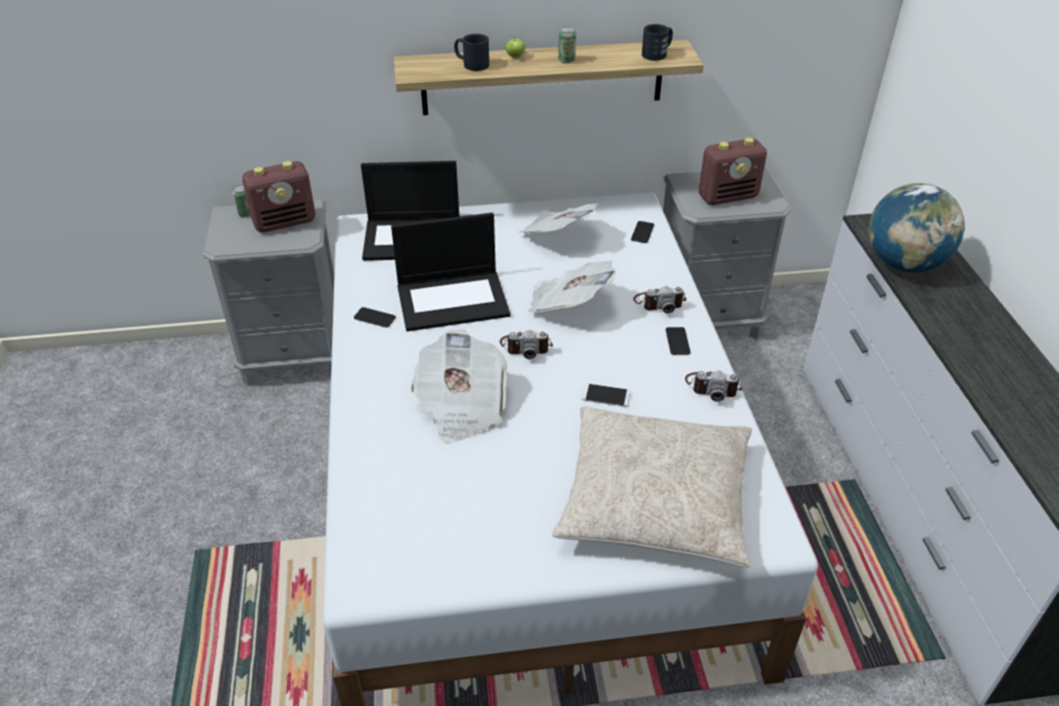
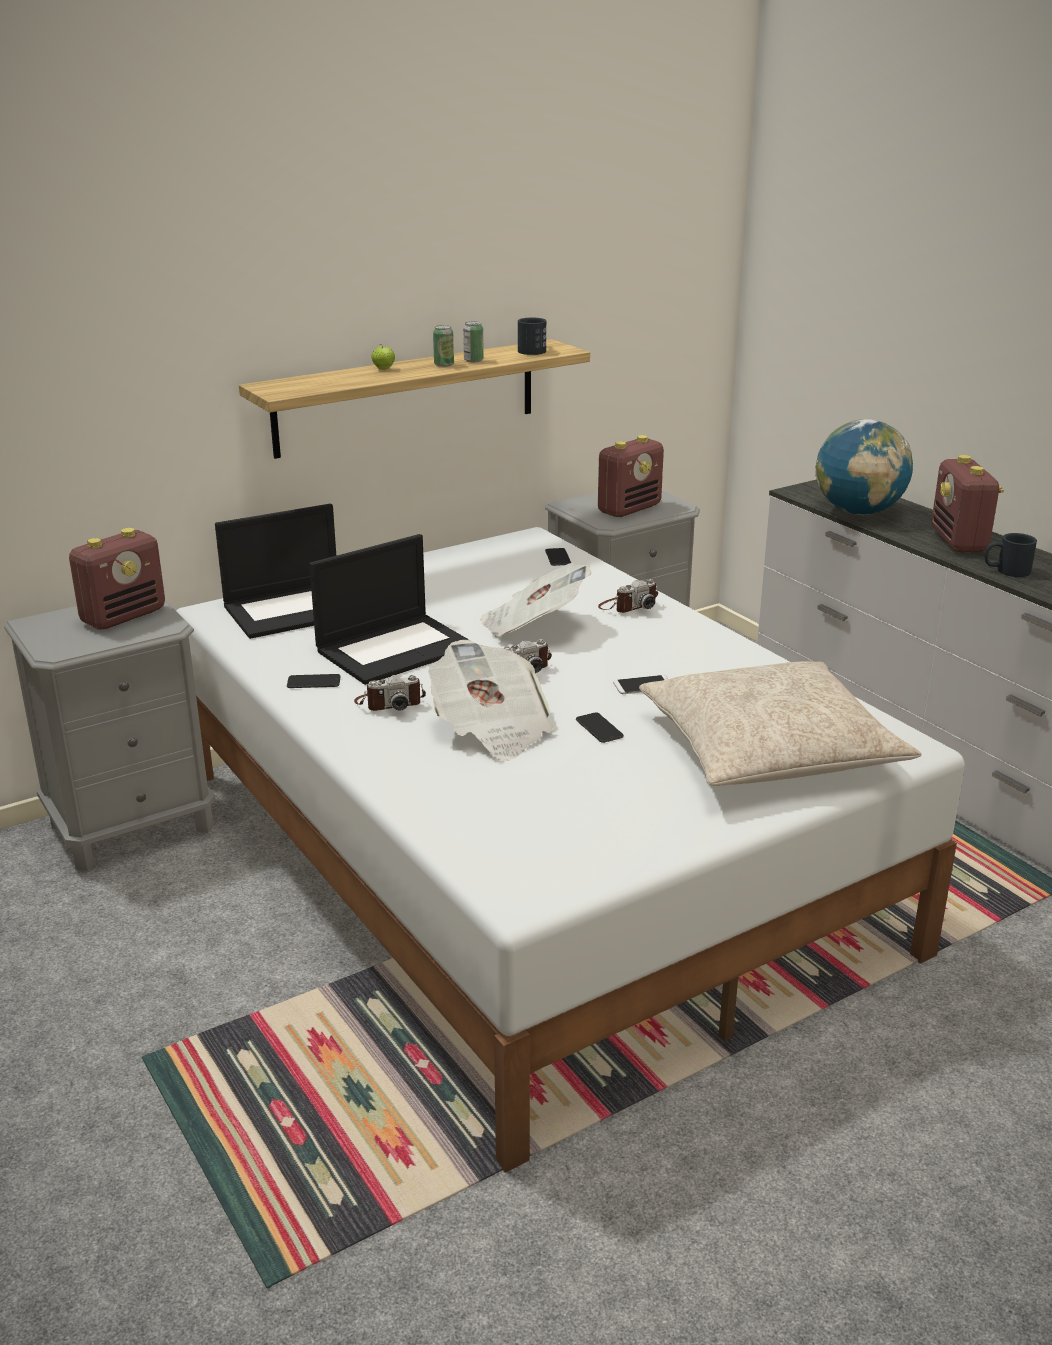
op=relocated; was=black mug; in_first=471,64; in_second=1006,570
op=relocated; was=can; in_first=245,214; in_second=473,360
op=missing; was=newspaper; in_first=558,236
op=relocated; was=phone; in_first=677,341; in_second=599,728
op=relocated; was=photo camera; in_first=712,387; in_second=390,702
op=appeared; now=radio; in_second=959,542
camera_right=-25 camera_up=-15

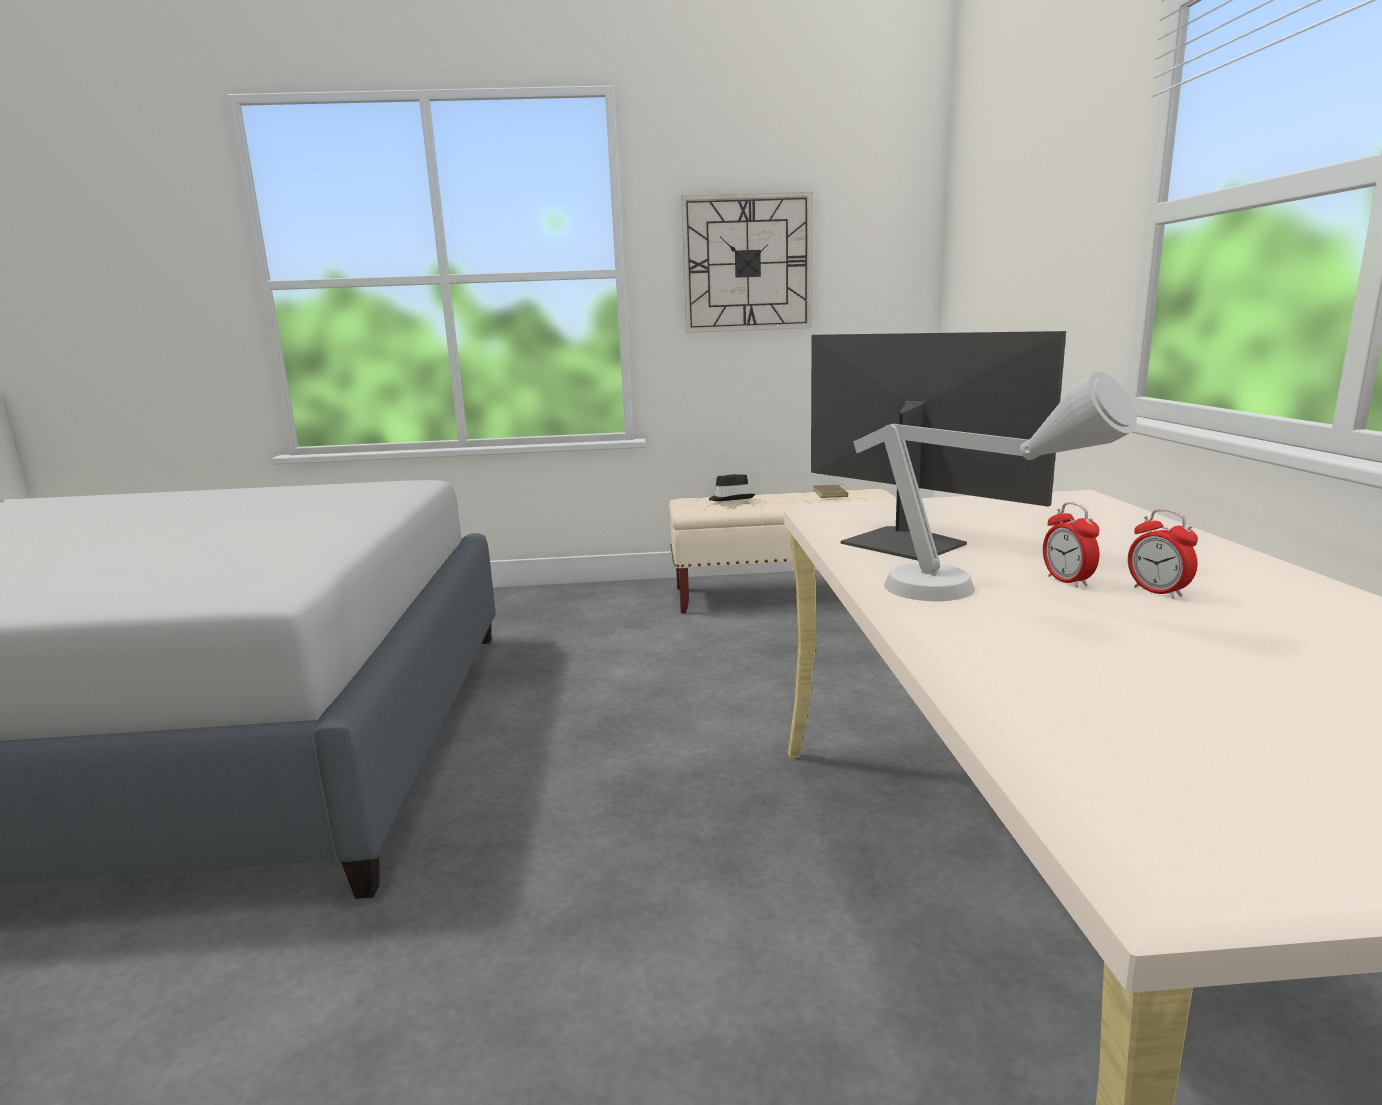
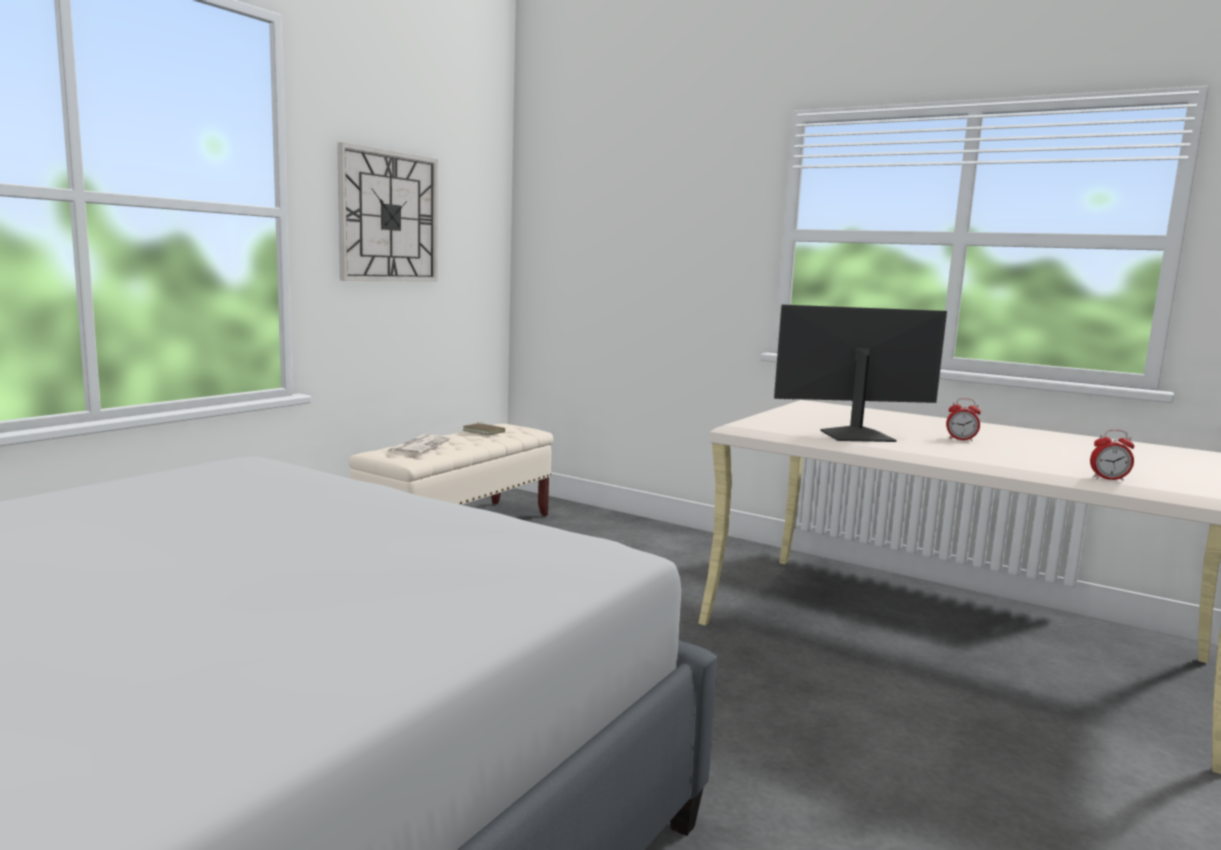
op=missing; was=grey table lamp; in_first=967,598
op=exchanged; was=black hat; now=newspaper; in_first=731,499; in_second=418,446
op=relocated; was=alarm clock; in_first=1158,592; in_second=1108,479
camera_right=-55 camera_up=-5

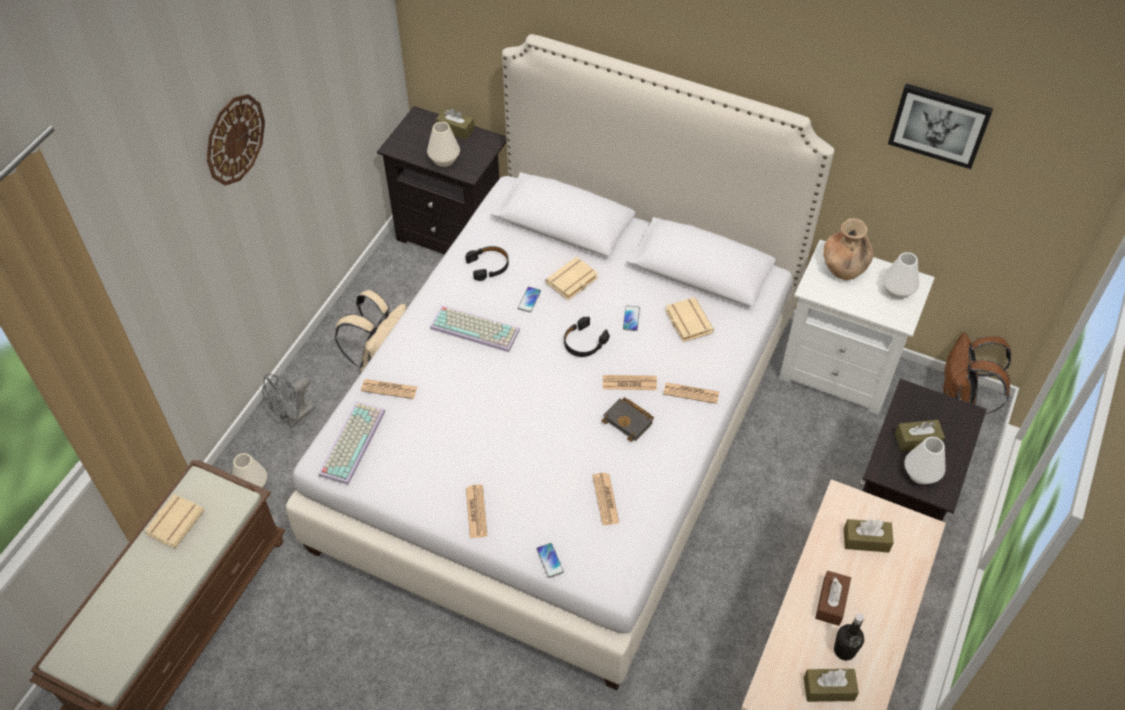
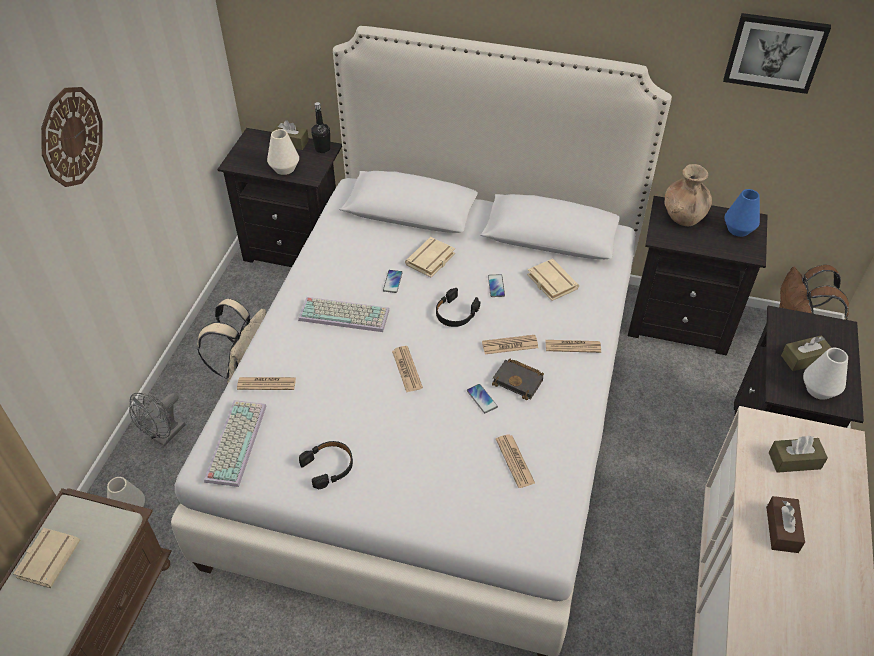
op=colour; was=white nightstand; now=black nightstand; in_first=839,371; in_second=680,322
op=relocated; was=black headphones; in_first=488,266; in_second=328,466
op=colour; was=white vase; now=blue vase; in_first=897,290; in_second=738,229
op=relocated; was=newspaper; in_first=476,511; in_second=407,369
op=relocated; was=phone; in_first=550,560; in_second=482,399
op=relocated; was=black bottle; in_first=844,650; in_second=322,149
op=missing; was=brown tissue box; in_first=828,689
camera_right=-10 camera_up=-5

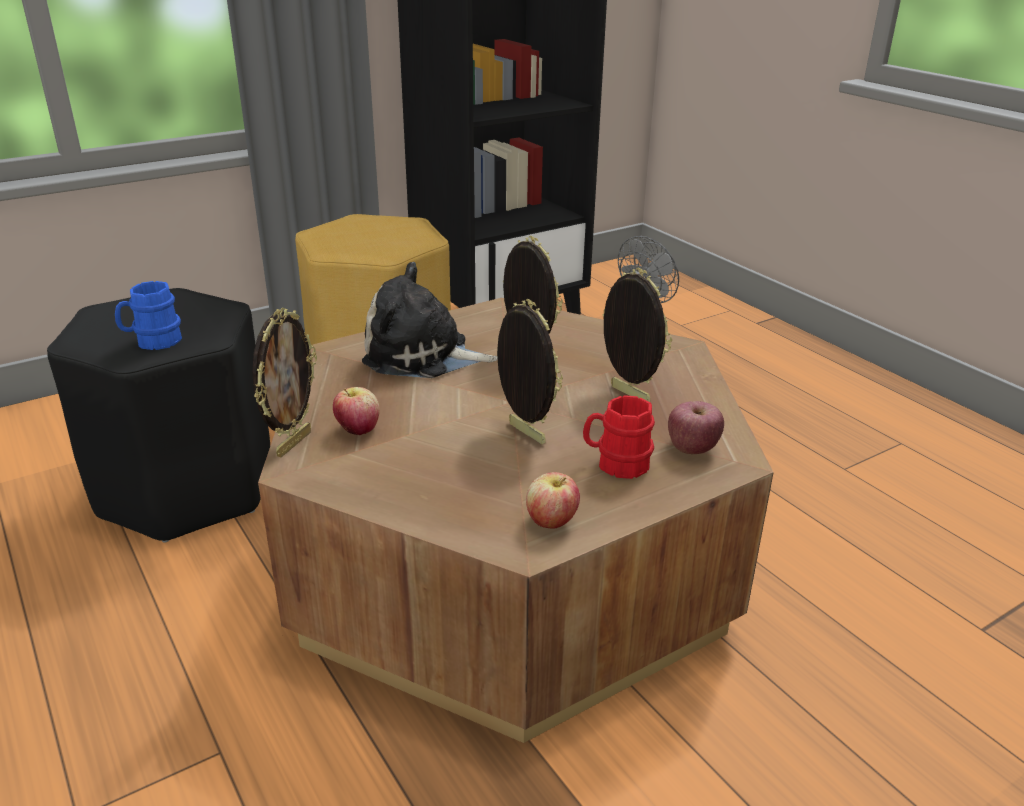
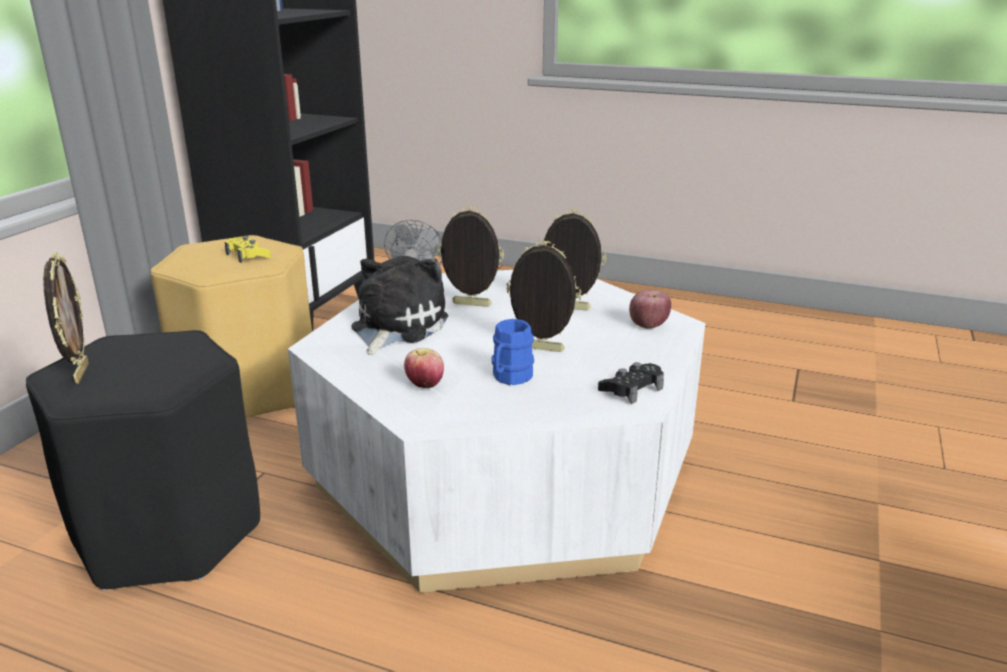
op=spun; was=plush toy; in_first=422,356; in_second=395,327; clockwise=135
op=relocated; was=blue mug; in_first=153,341; in_second=509,378
op=colour; was=brown coffee table; now=white coffee table; in_first=509,561; in_second=502,474
op=relocated; was=picture frame; in_first=293,443; in_second=80,373
op=missing; was=red mug; in_first=616,463
op=exchanged; was=apple; now=black game controller; in_first=551,521; in_second=631,389
op=appeared; now=yellow game controller; in_second=248,255
camera_right=-35 camera_up=-5

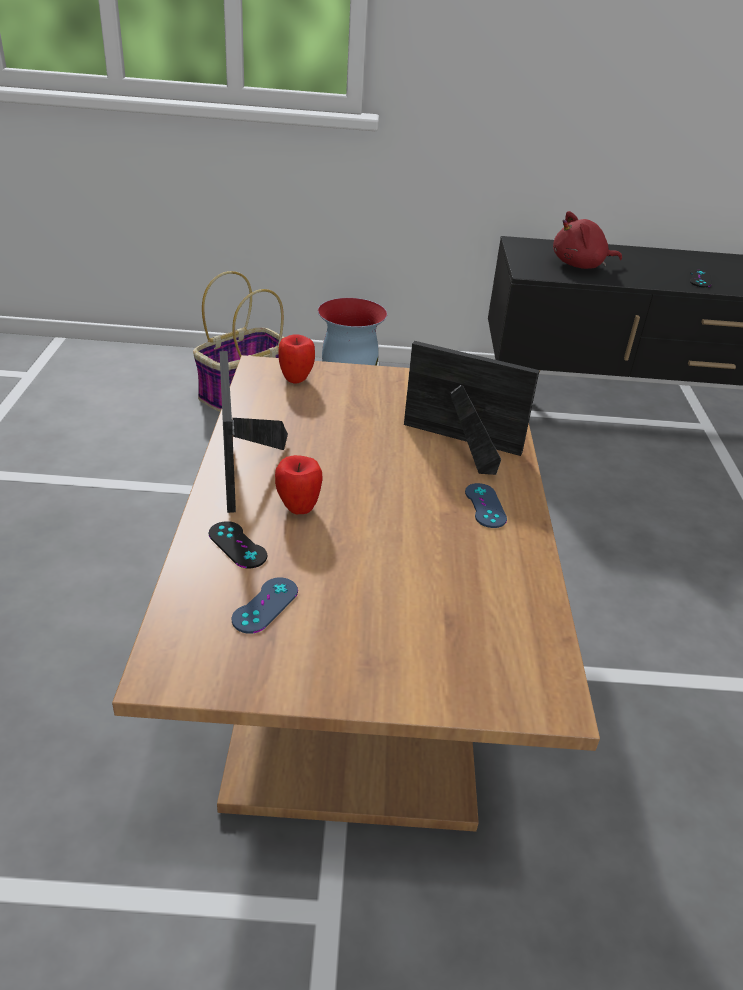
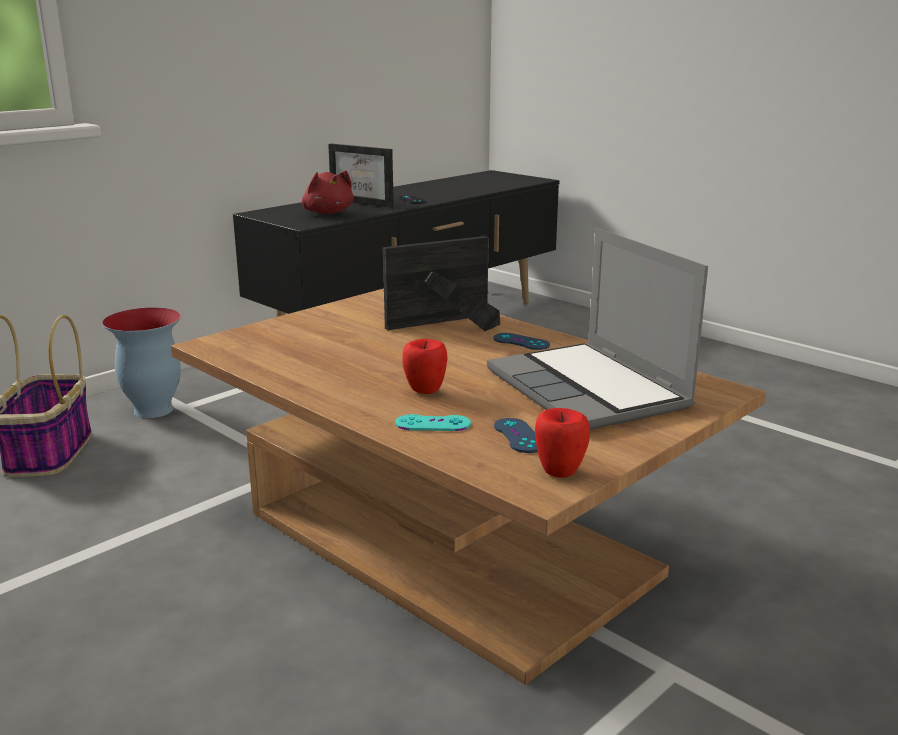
op=spun; was=red plush toy; in_first=580,265; in_second=327,213; clockwise=-60
op=relocated; was=apple; in_first=296,379; in_second=560,472
op=relocated; was=picture frame; in_first=243,473; in_second=367,202
op=colour; was=black game controller; now=turquoise game controller; in_first=237,545; in_second=433,423
op=appeared; now=laptop; in_second=590,390
camera_right=-45 camera_up=-15

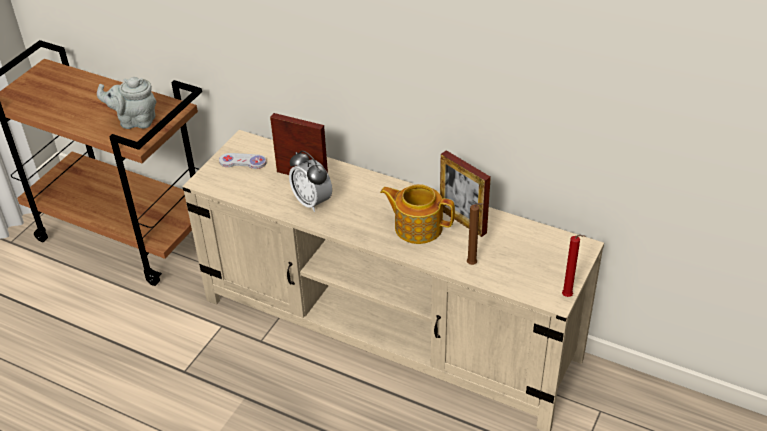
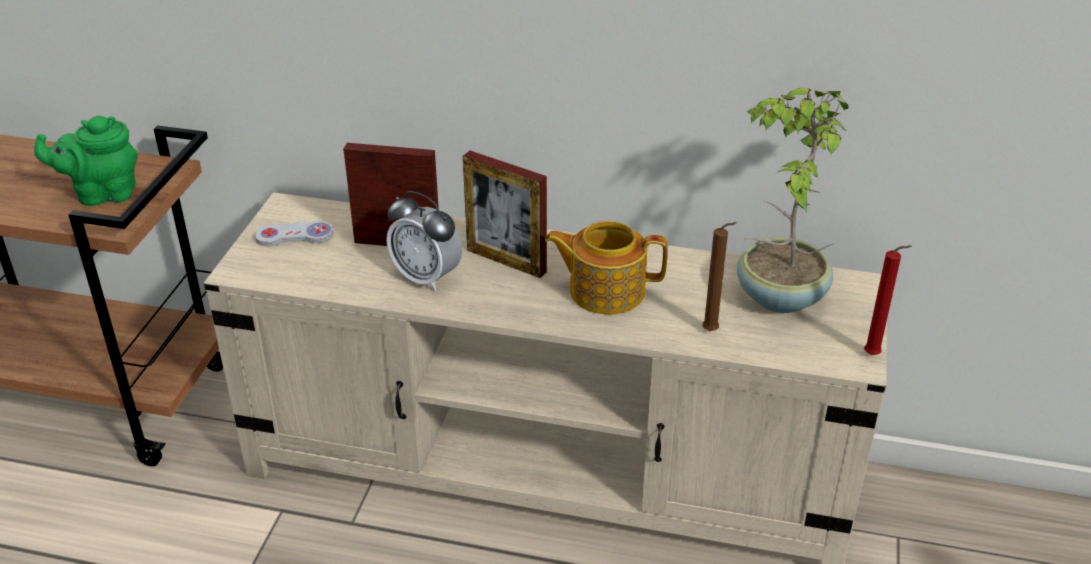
op=colour; was=grey teapot; now=green teapot; in_first=135,121; in_second=102,194
op=relocated; was=picture frame; in_first=462,221; in_second=506,261
op=appeared; now=potted plant; in_second=778,297
camera_right=-15 camera_up=-5

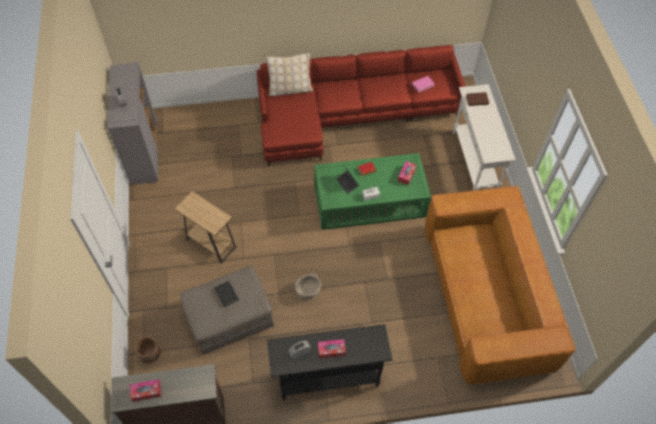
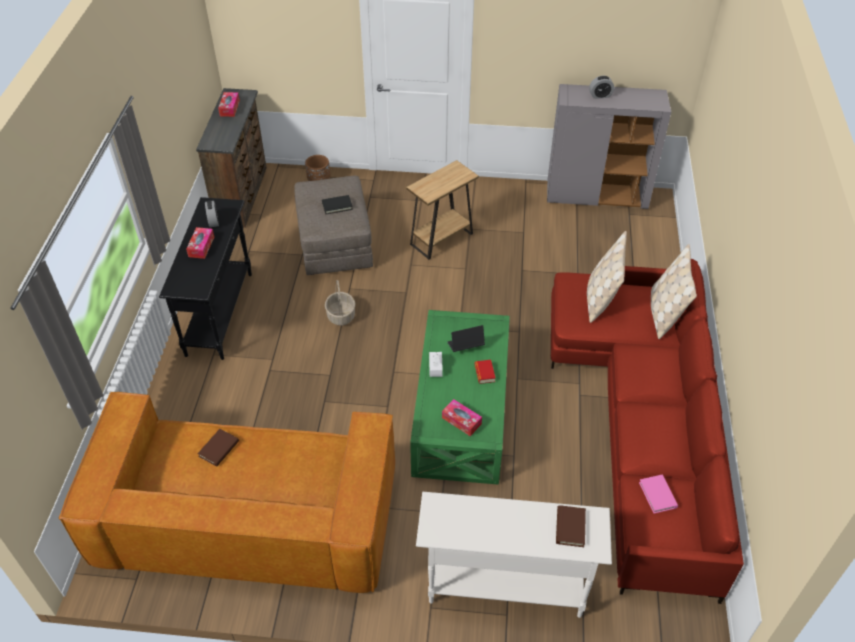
op=appeared; now=beige pillow; in_second=601,299
op=appeared; now=brown book; in_second=219,449
camera_right=105 camera_up=-10

